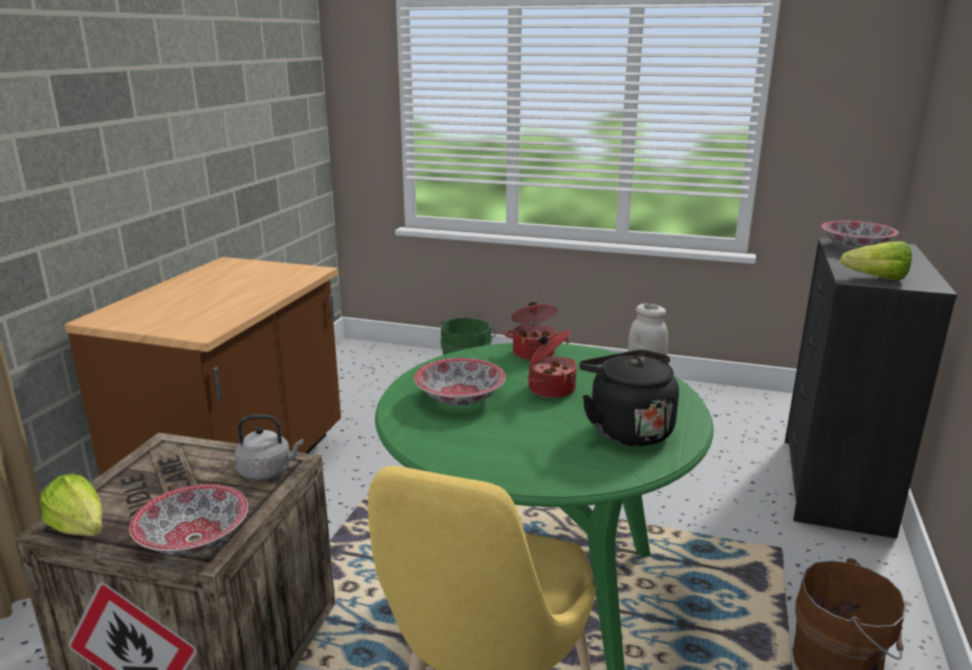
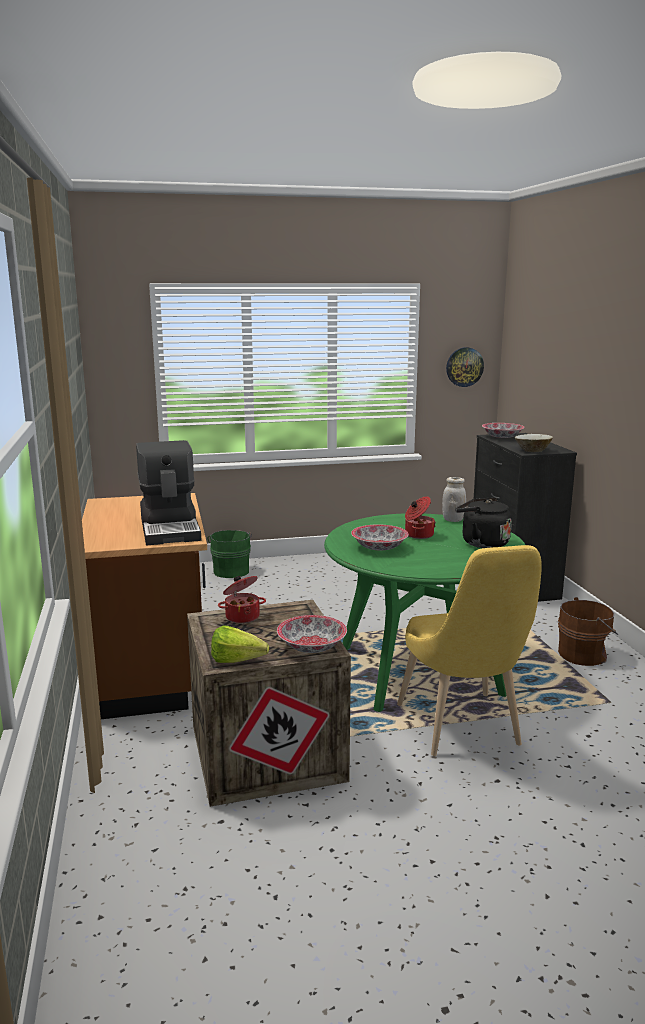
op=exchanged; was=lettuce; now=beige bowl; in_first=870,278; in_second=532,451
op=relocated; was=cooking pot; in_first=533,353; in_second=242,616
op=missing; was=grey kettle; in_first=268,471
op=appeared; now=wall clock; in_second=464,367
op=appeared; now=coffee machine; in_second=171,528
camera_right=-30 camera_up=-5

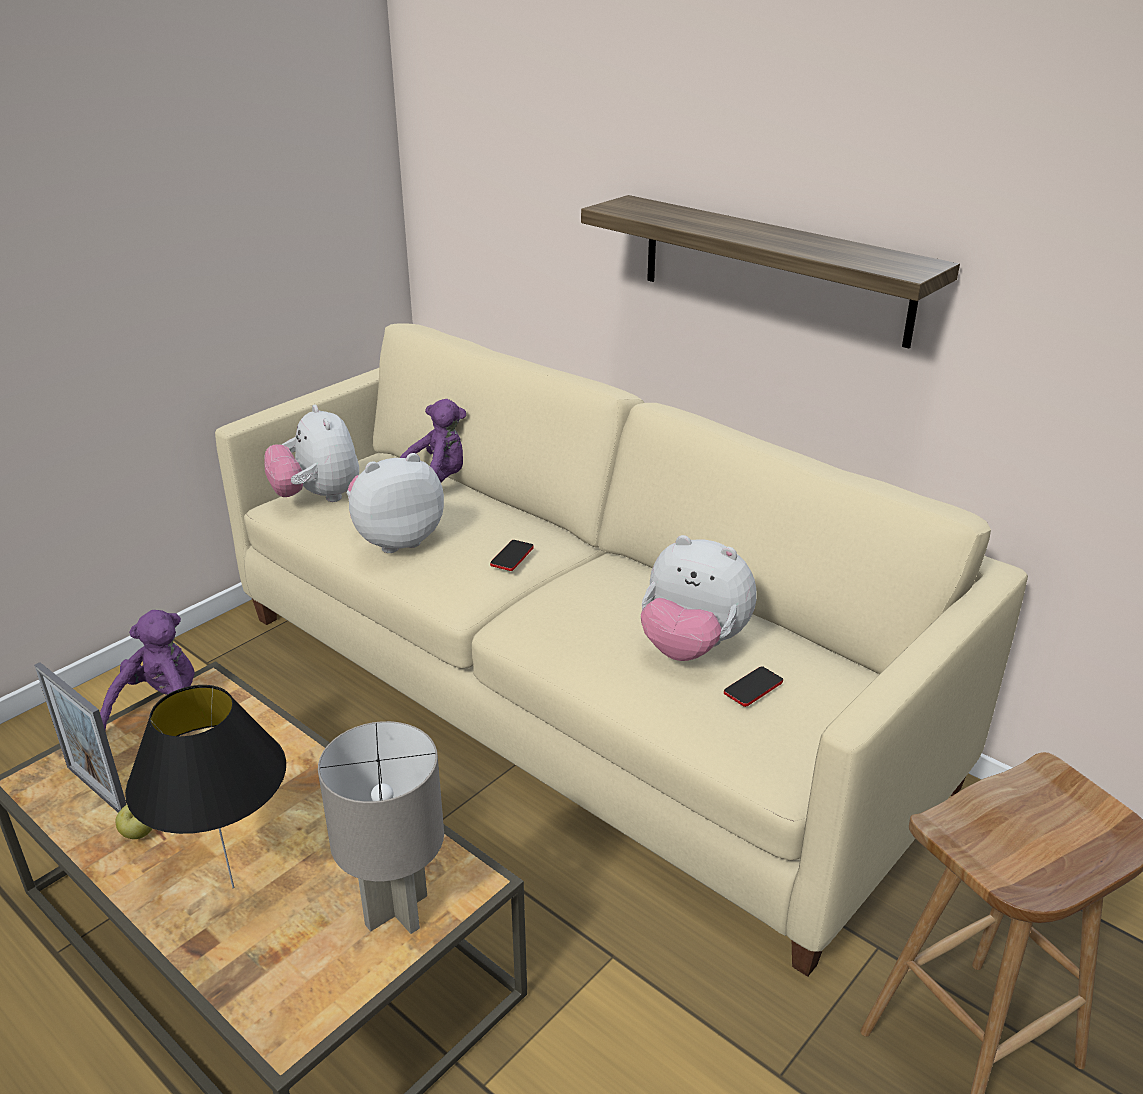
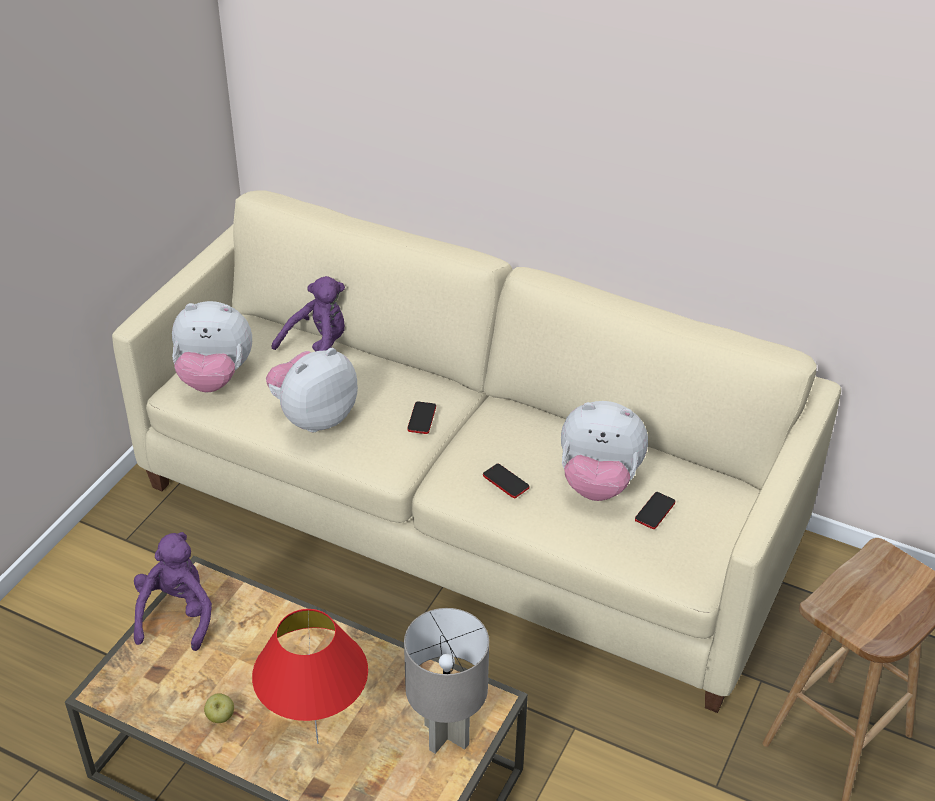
op=missing; was=shelf; in_first=773,269
op=spun; was=plush toy; in_first=318,497; in_second=214,378; clockwise=-45
op=missing; was=picture frame; in_first=97,790
op=colour; was=black table lamp; now=red table lamp; in_first=232,887; in_second=317,743
op=appeared; now=phone; in_second=506,481
camera_right=-15 camera_up=10

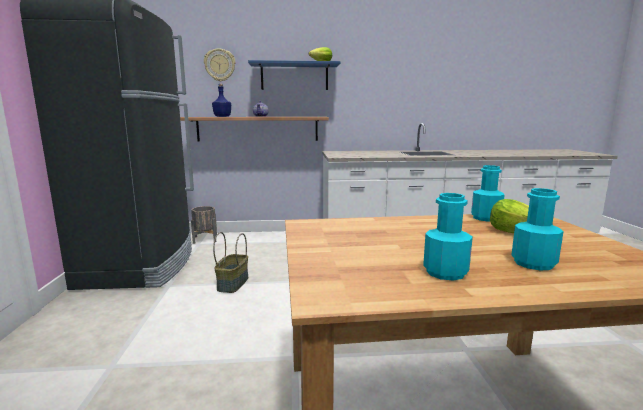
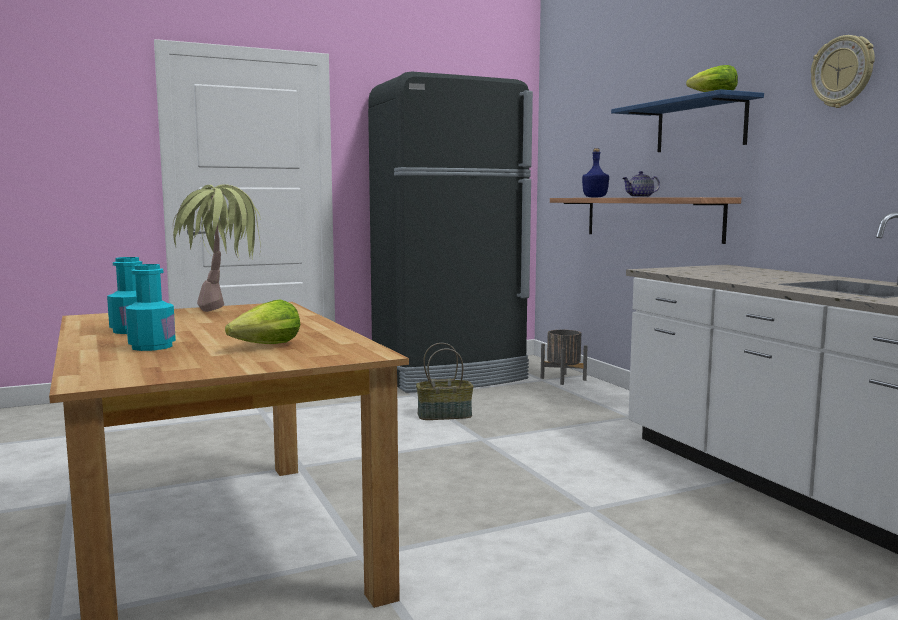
op=relocated; was=wall clock; in_first=220,65; in_second=842,72
op=missing; was=turquoise bottle; in_first=485,218
op=appeared; now=potted plant; in_second=221,314
camera_right=70 camera_up=-5

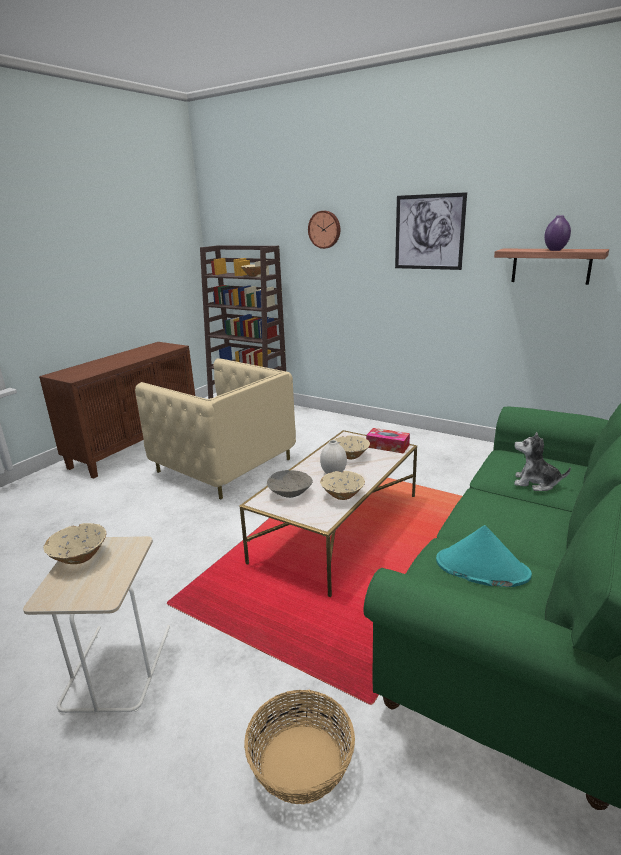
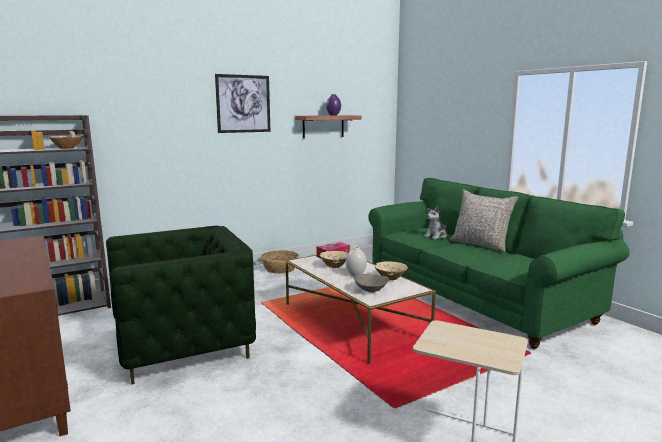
op=missing; was=wall clock; in_first=325,229
op=colour; was=beige armchair; now=green armchair; in_first=224,465; in_second=183,345
op=missing; was=beige bowl; in_first=80,557
op=missing; was=turquoise hat; in_first=481,568
op=relocated; was=basket; in_first=301,763; in_second=280,269
op=appeared; now=grey pillow; in_second=480,245
camera_right=-65 camera_up=-10

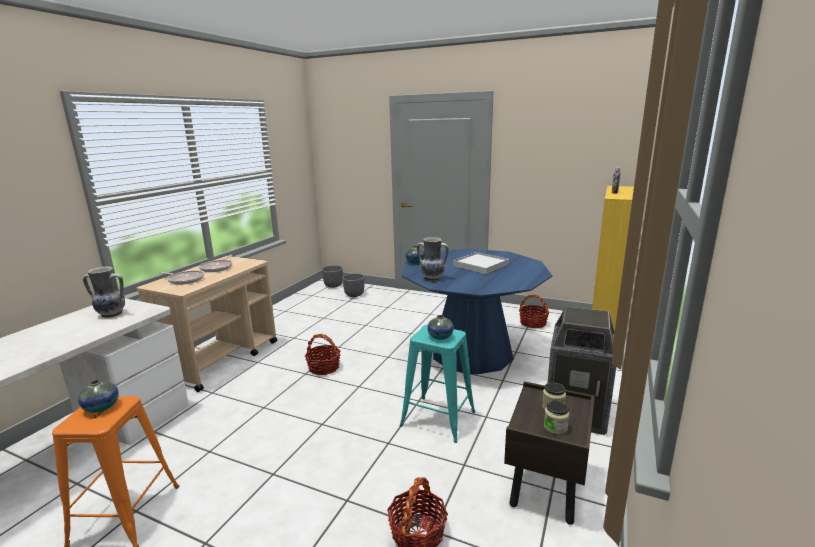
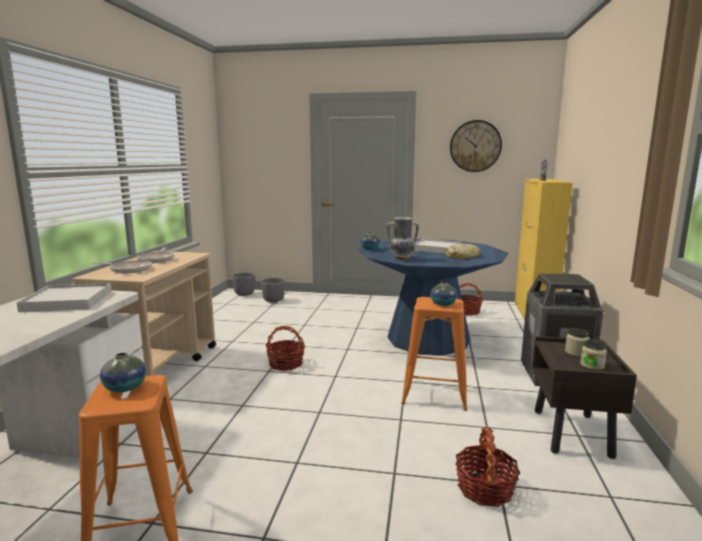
op=exchanged; was=vase; now=white tray; in_first=111,314; in_second=68,301
op=colour; was=turquoise stool; now=orange stool; in_first=438,419; in_second=435,394
op=appeared; now=wall clock; in_second=475,146
op=appeared; now=bread; in_second=462,256
camera_right=-15 camera_up=-5

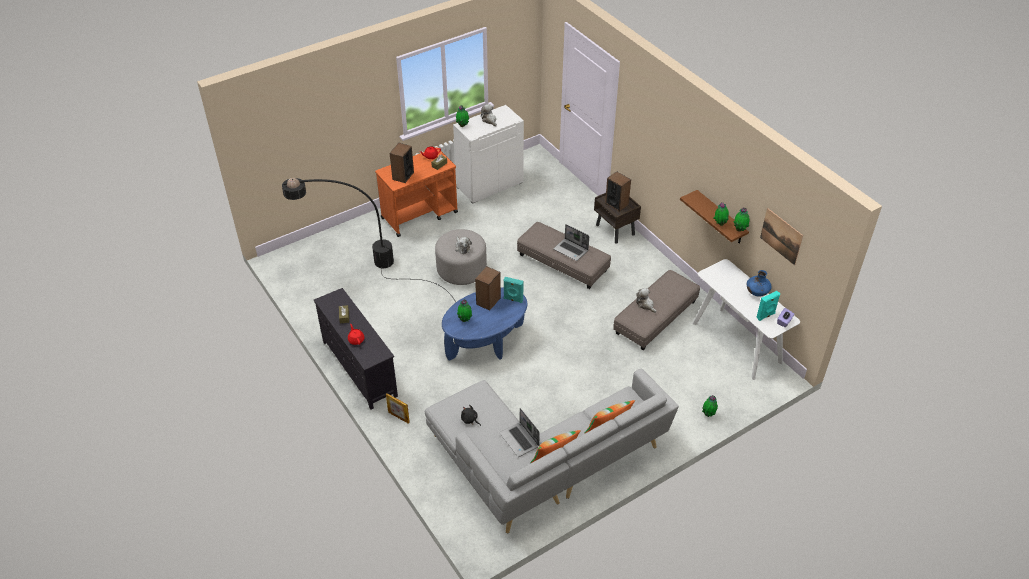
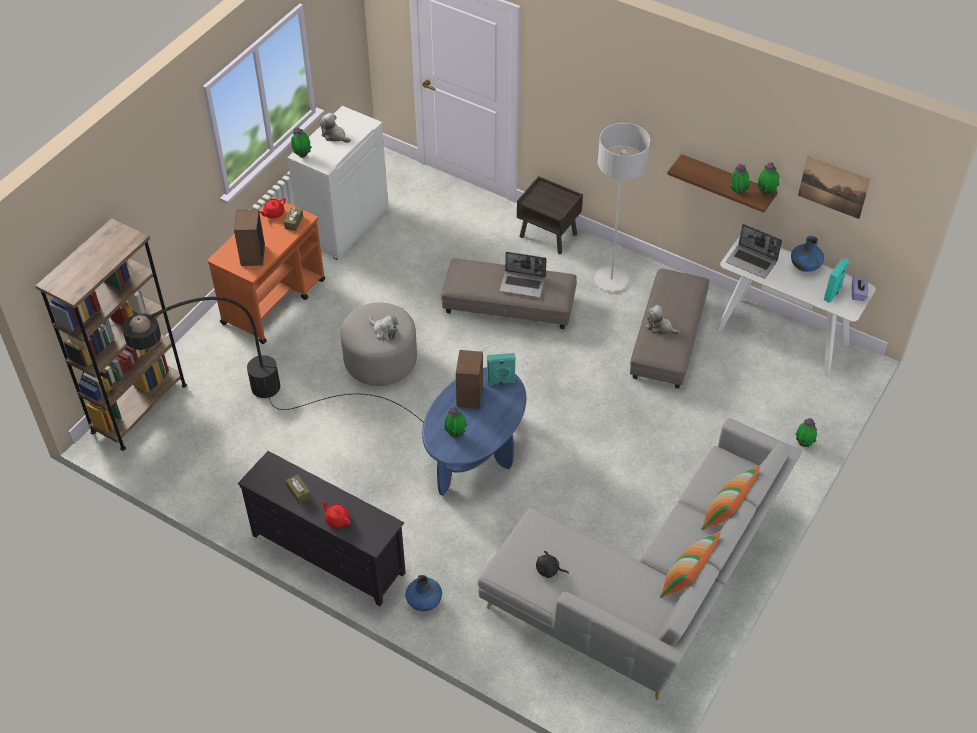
op=missing; was=speaker; in_first=616,204
op=exchanged; was=picture frame; now=blue vase; in_first=398,417; in_second=424,601
op=relocated; was=laptop; in_first=520,440; in_second=752,262
op=appeared; now=grey floor lamp; in_second=611,280
op=appeared; now=brown bookcase; in_second=139,408
camera_right=-25 camera_up=5

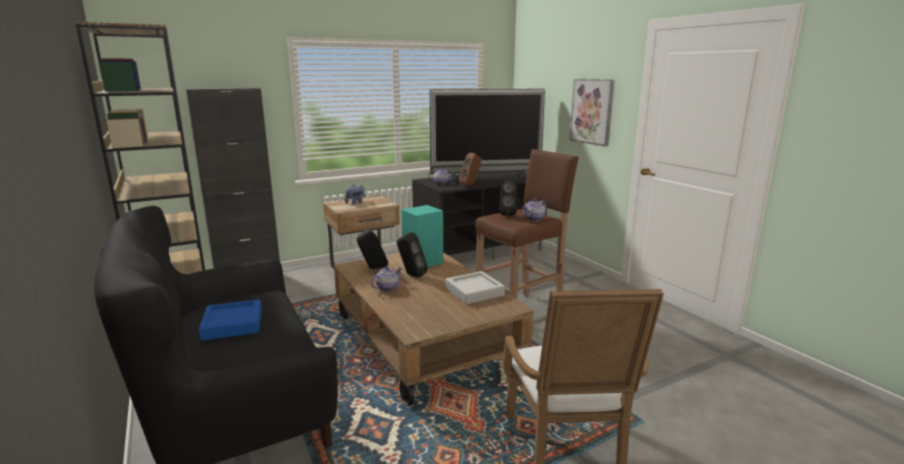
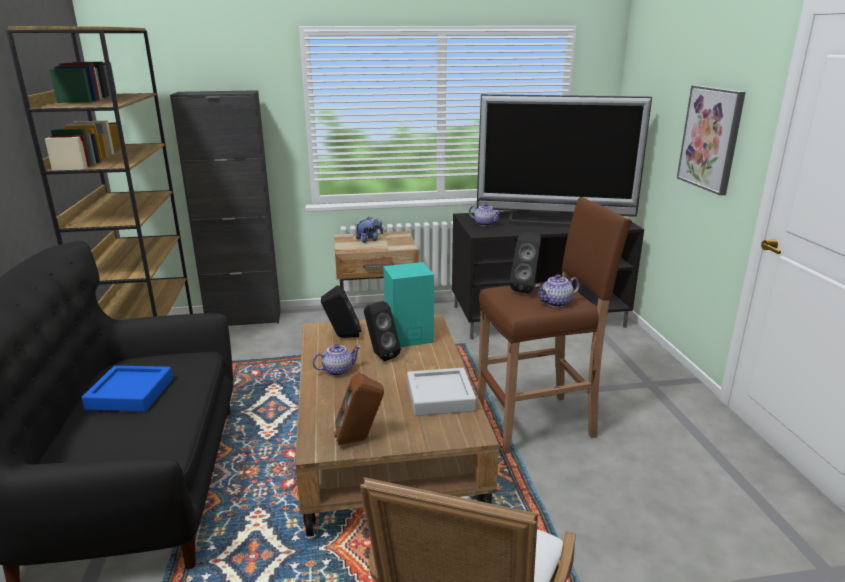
op=relocated; was=brown speaker; in_first=470,185; in_second=360,440
camera_right=20 camera_up=5

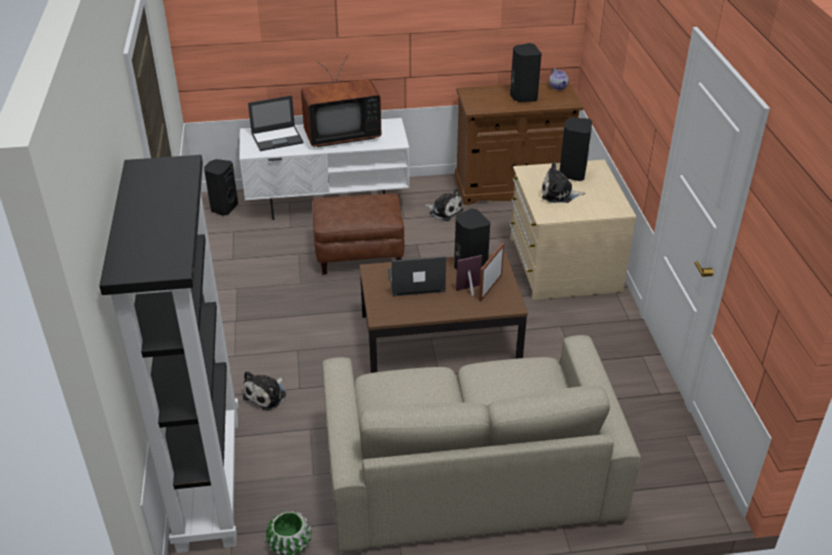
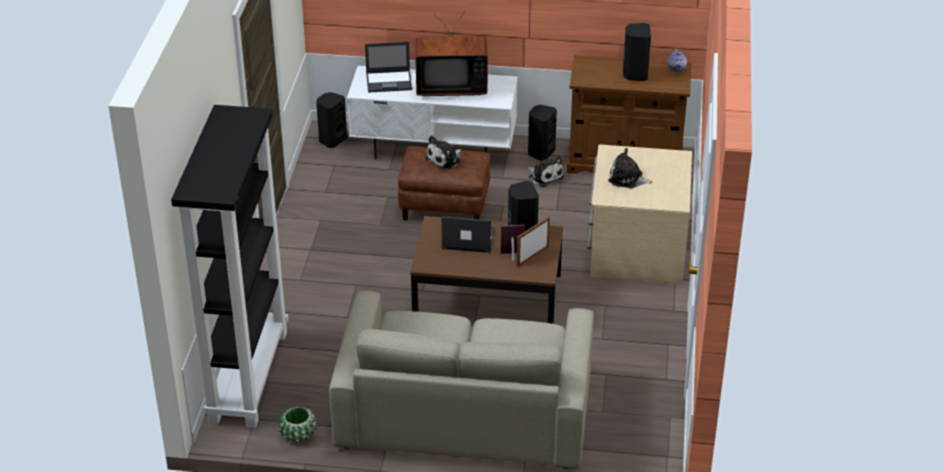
op=relocated; was=black speaker; in_first=572,173; in_second=540,153
op=relocated; was=plush toy; in_first=267,395; in_second=445,160
camera_right=15 camera_up=0

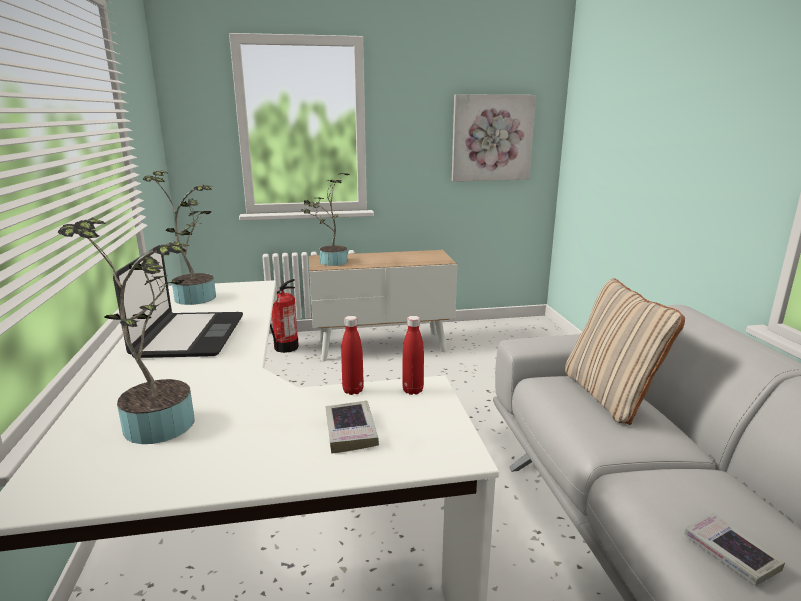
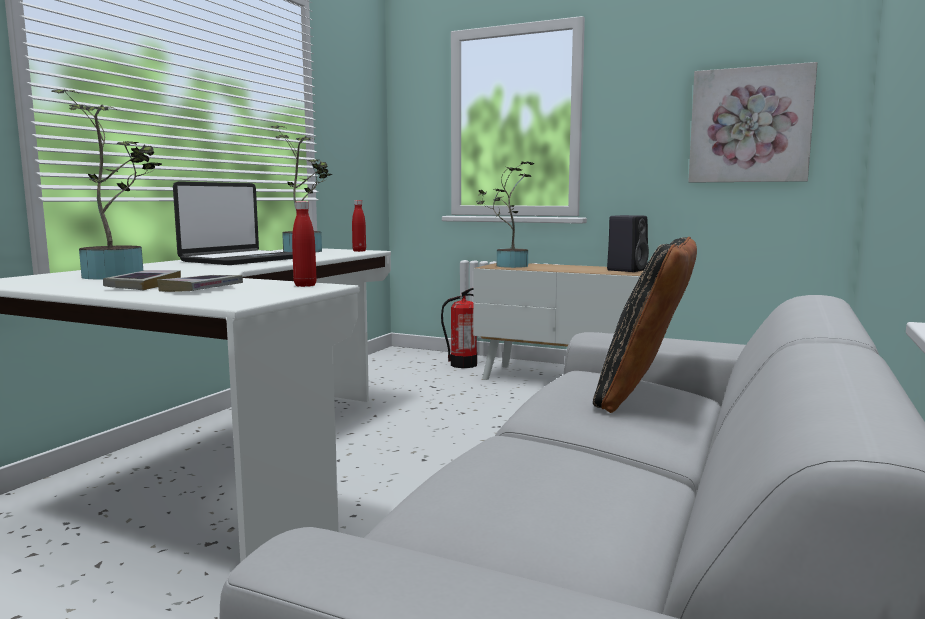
op=colour; was=beige pillow; now=black pillow; in_first=610,396; in_second=644,394
op=relocated; was=red bottle; in_first=353,390; in_second=359,251
op=relocated; was=book; in_first=730,553; in_second=144,285
op=appeared; now=black speaker; in_second=627,270
camera_right=35 camera_up=-10

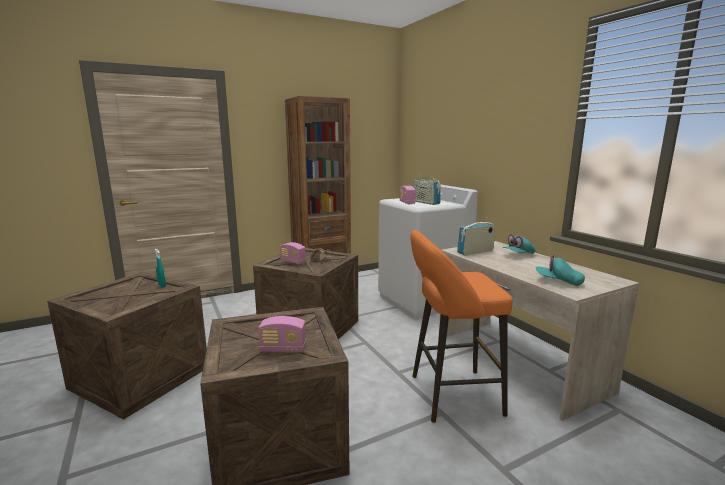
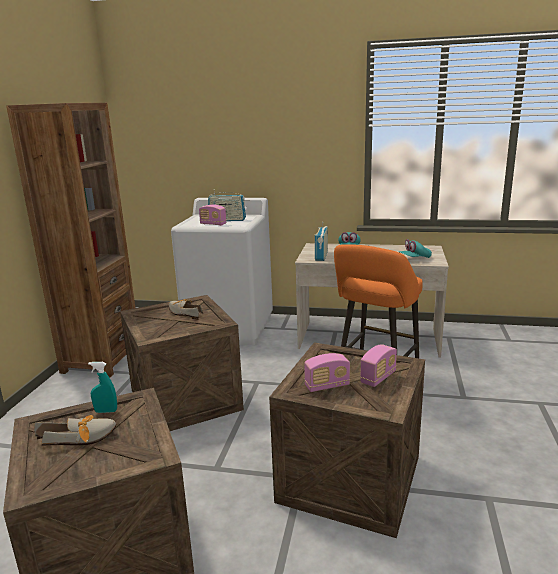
op=relocated; was=radio; in_first=293,262; in_second=327,386
op=appeared; now=shoe; in_second=82,438
camera_right=-50 camera_up=5

